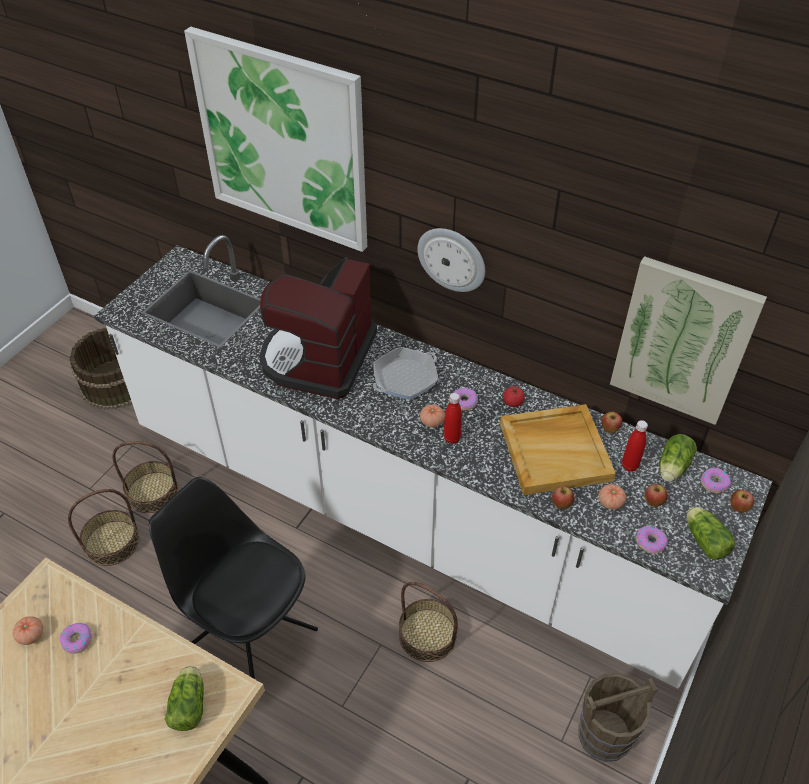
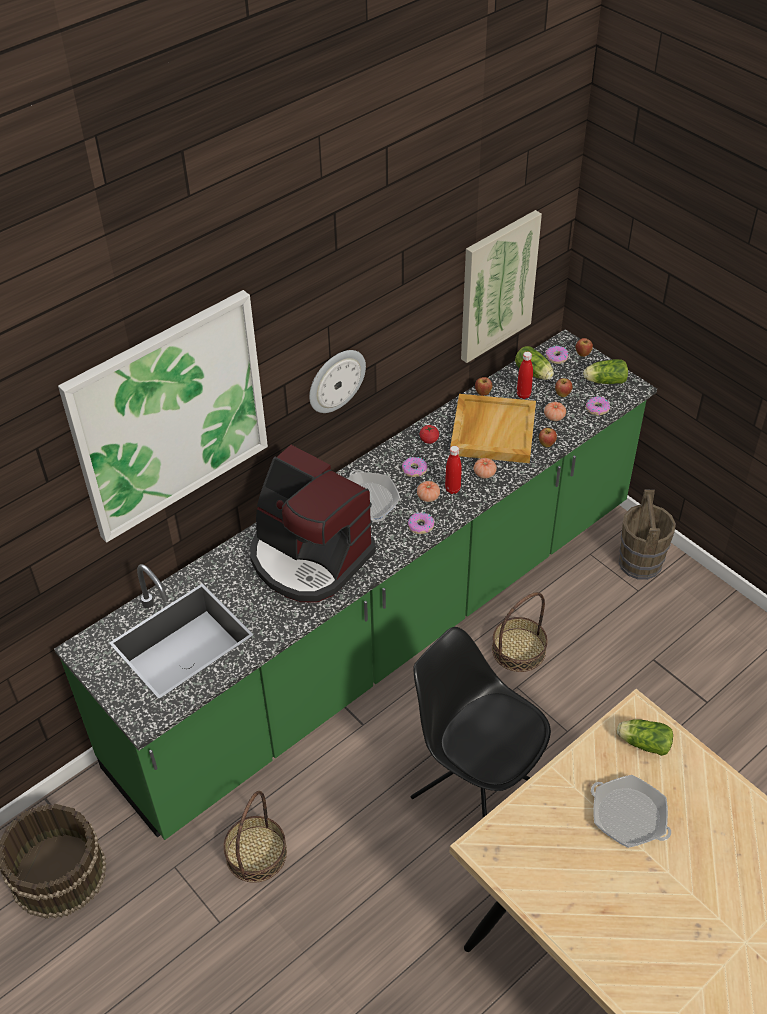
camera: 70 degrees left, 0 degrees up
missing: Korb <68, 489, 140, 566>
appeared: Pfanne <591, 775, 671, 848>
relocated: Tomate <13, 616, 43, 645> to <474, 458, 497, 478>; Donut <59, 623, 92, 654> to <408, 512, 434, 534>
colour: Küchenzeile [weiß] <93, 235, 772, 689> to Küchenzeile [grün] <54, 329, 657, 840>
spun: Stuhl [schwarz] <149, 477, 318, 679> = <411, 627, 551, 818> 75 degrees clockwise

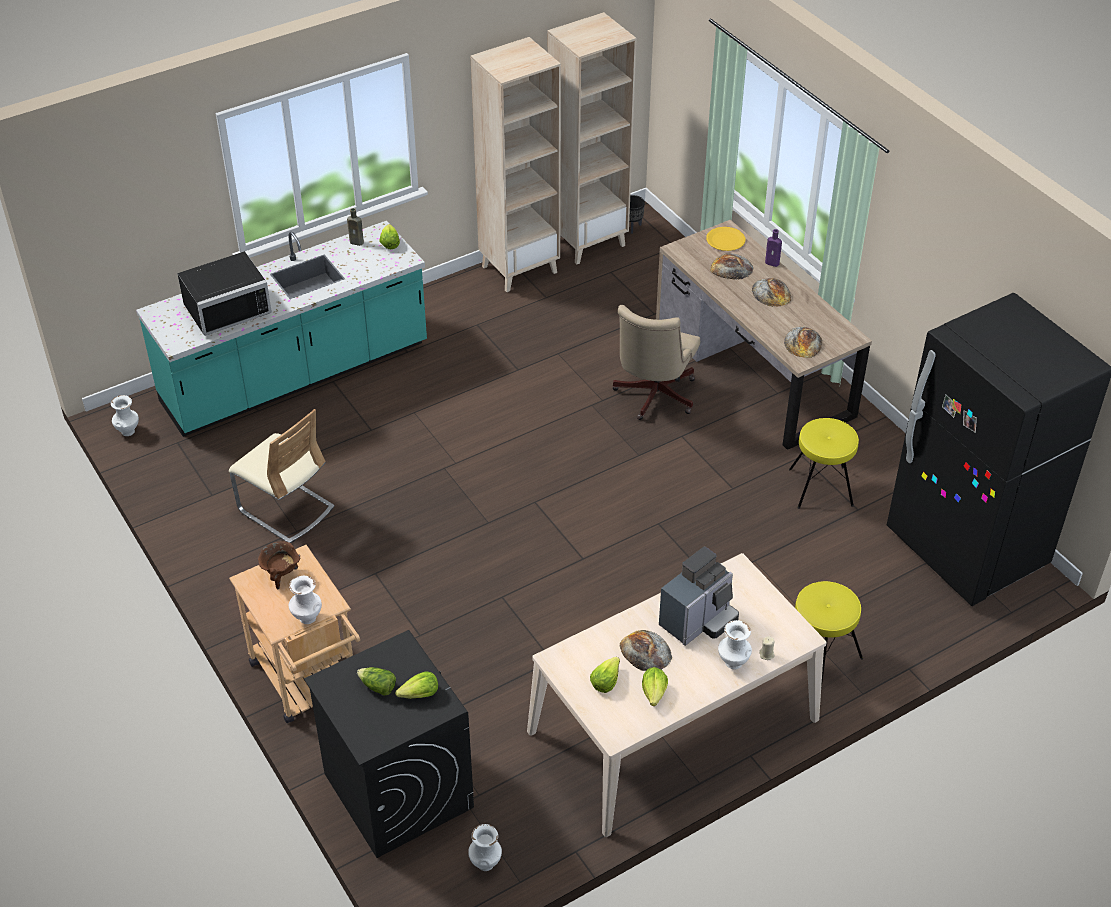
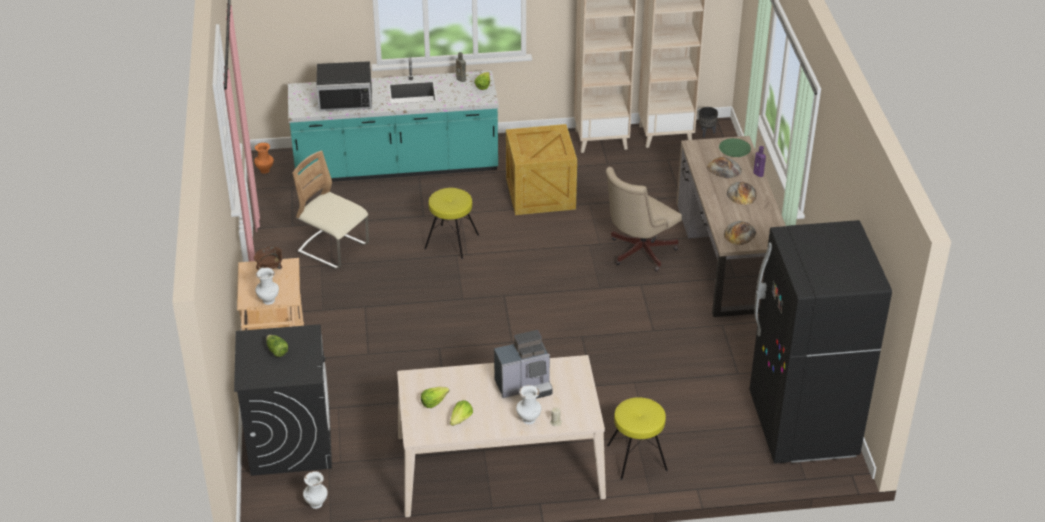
camera: 25 degrees right, 5 degrees down
missing: Salatkopf <396, 671, 438, 699>; Brot <620, 630, 672, 671>
appeared: Kiste <506, 124, 577, 215>
relocated: Hocker [gelb] <789, 418, 859, 509> to <424, 188, 479, 259>
colour: Vase [weiß] <111, 395, 139, 436> to Vase [orange] <254, 142, 274, 174>; Teller [gelb] <706, 227, 745, 251> to Teller [grün] <719, 138, 751, 157>
spun: Stuhl [beige] <229, 409, 334, 543> = <292, 151, 369, 269> 150 degrees clockwise

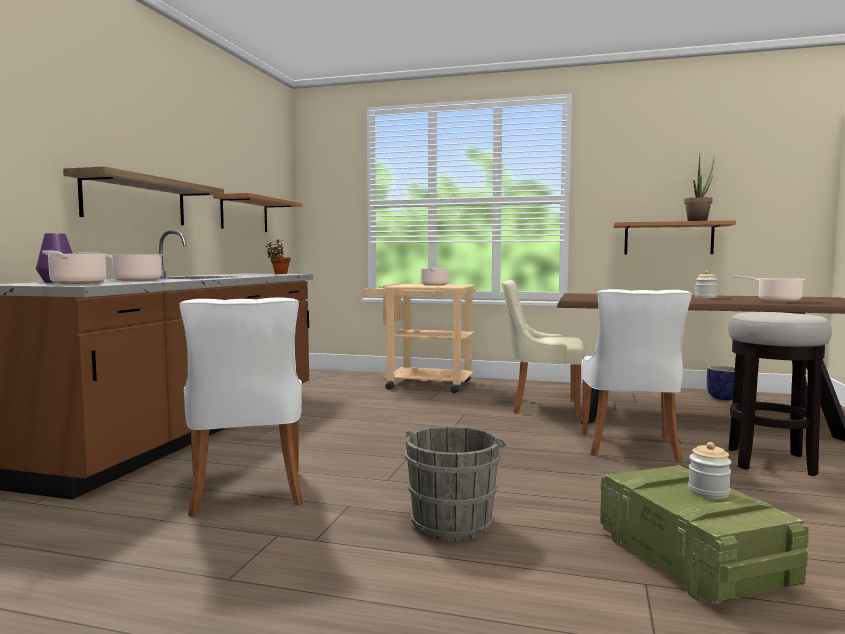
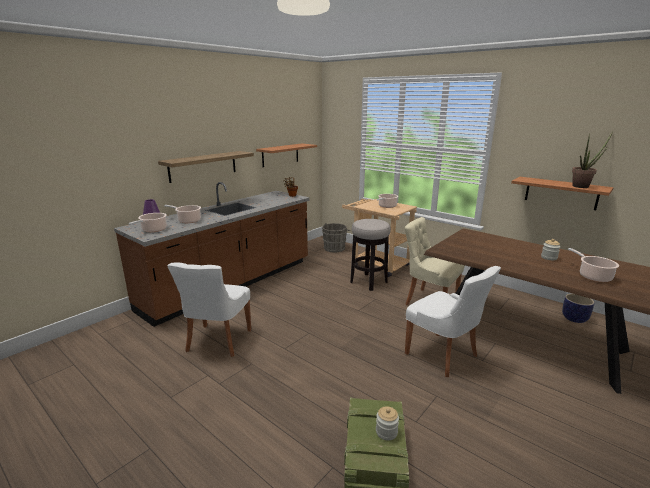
camera: 25 degrees right, 15 degrees up
relocated: Eimer [grau] <405, 426, 506, 541> to <322, 223, 350, 252>; Hocker <728, 312, 832, 476> to <350, 219, 391, 291>
spun: Stuhl [weiß] <581, 289, 692, 461> = <405, 266, 501, 377> 75 degrees counterclockwise

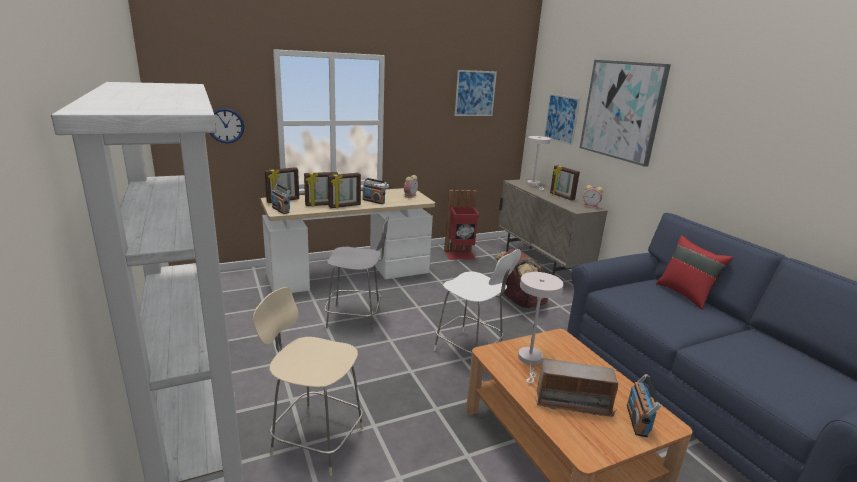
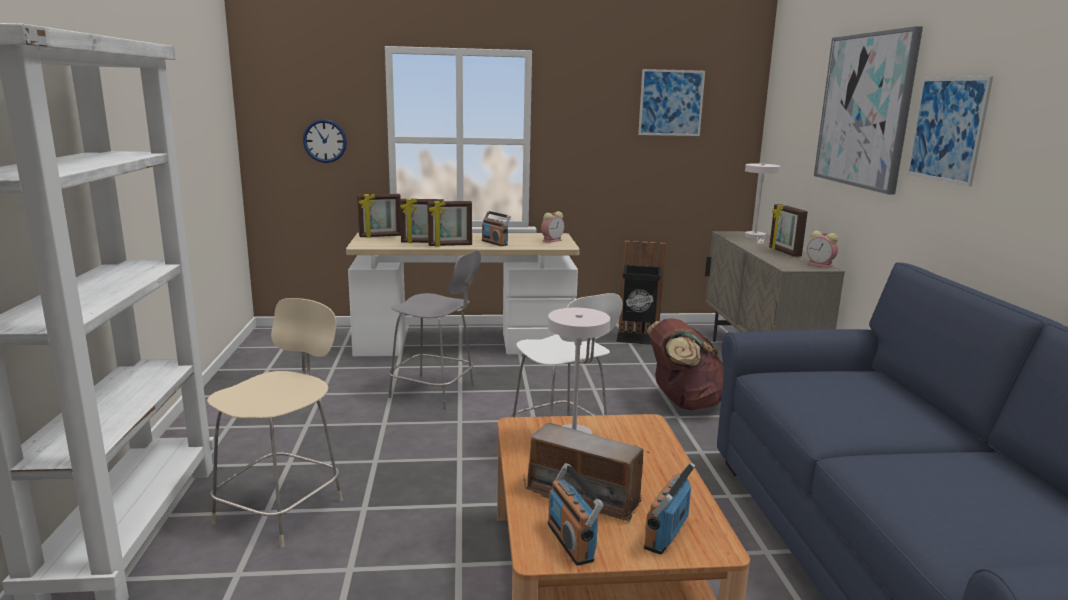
camera: 20 degrees right, 5 degrees down
missing: Kissen [rot] <656, 235, 733, 310>
relocated: Radio <271, 184, 291, 214> to <548, 463, 603, 566>; Bild <544, 93, 580, 146> to <907, 76, 993, 186>
colour: Mülleimer [rot] <444, 190, 480, 260> to Mülleimer [schwarz] <616, 240, 666, 345>
spun: Stuhl [beige] <253, 287, 363, 476> = <207, 298, 343, 548> 75 degrees clockwise

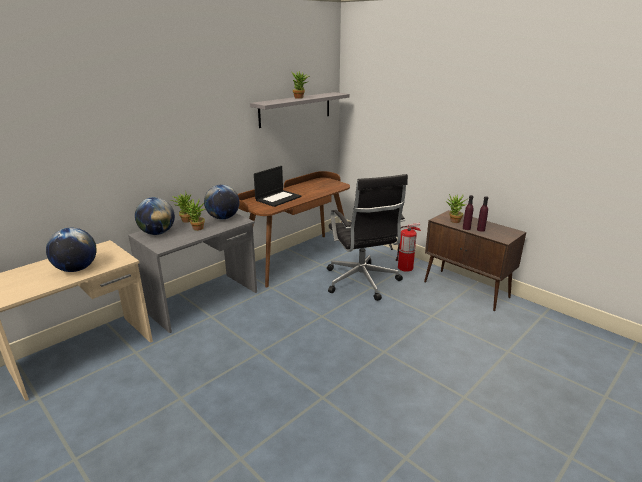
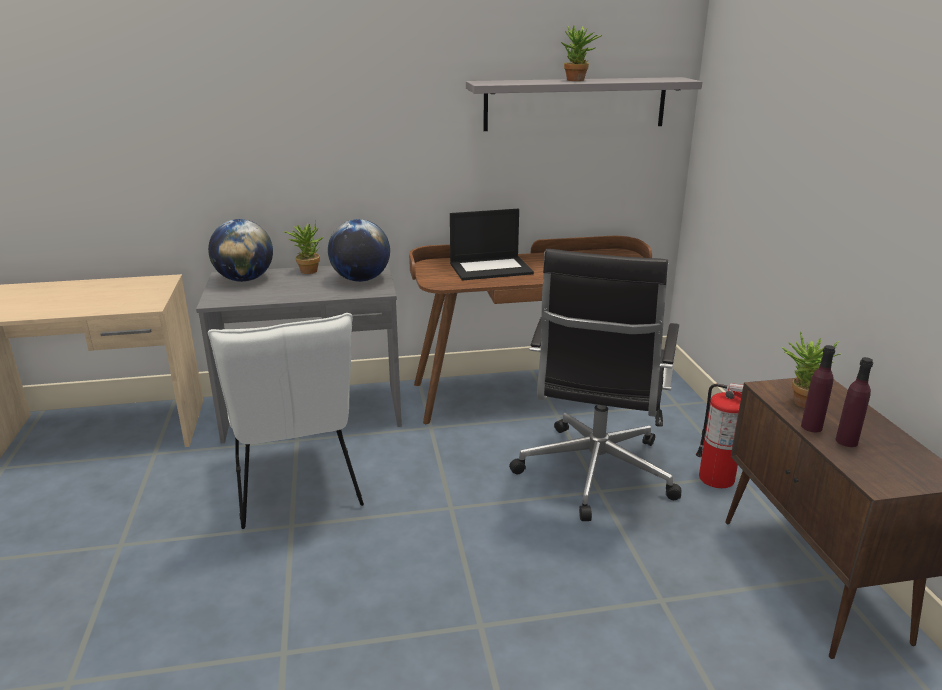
camera: 35 degrees right, 0 degrees up
missing: Globus <46, 228, 97, 272>; Topfpflanze <184, 199, 205, 231>
appeared: Stuhl [weiß] <208, 313, 364, 529>

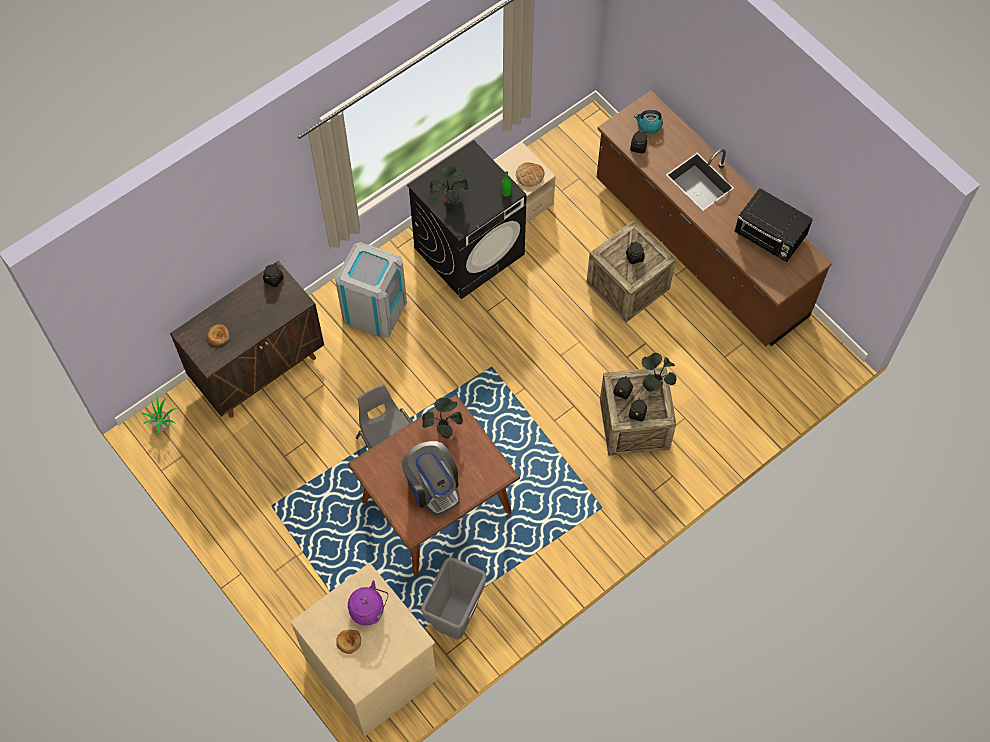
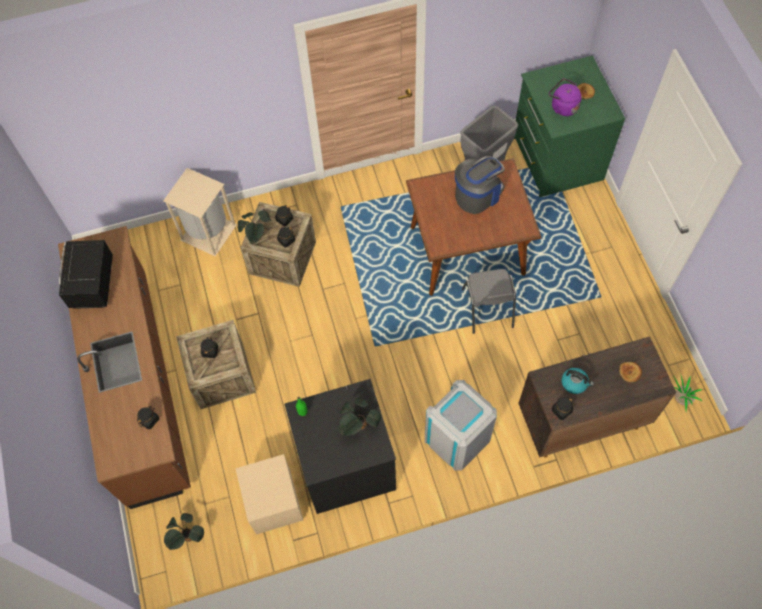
camera: 155 degrees left, 0 degrees up
missing: Brot <516, 163, 545, 187>
appeared: Mülleimer [beige] <163, 168, 237, 256>
relocated: Topfpflanze <422, 397, 463, 440> to <164, 513, 204, 550>; Wasserkessel <634, 110, 663, 134> to <562, 368, 594, 394>
colour: Kommode [beige] <290, 562, 437, 736> to Kommode [grün] <514, 56, 625, 197>
spun: Kaffeemaschine <402, 441, 460, 516> = <455, 156, 505, 214> 60 degrees clockwise; Mikrowelle [schwarz] <734, 188, 813, 262> = <59, 240, 113, 309> 150 degrees counterclockwise

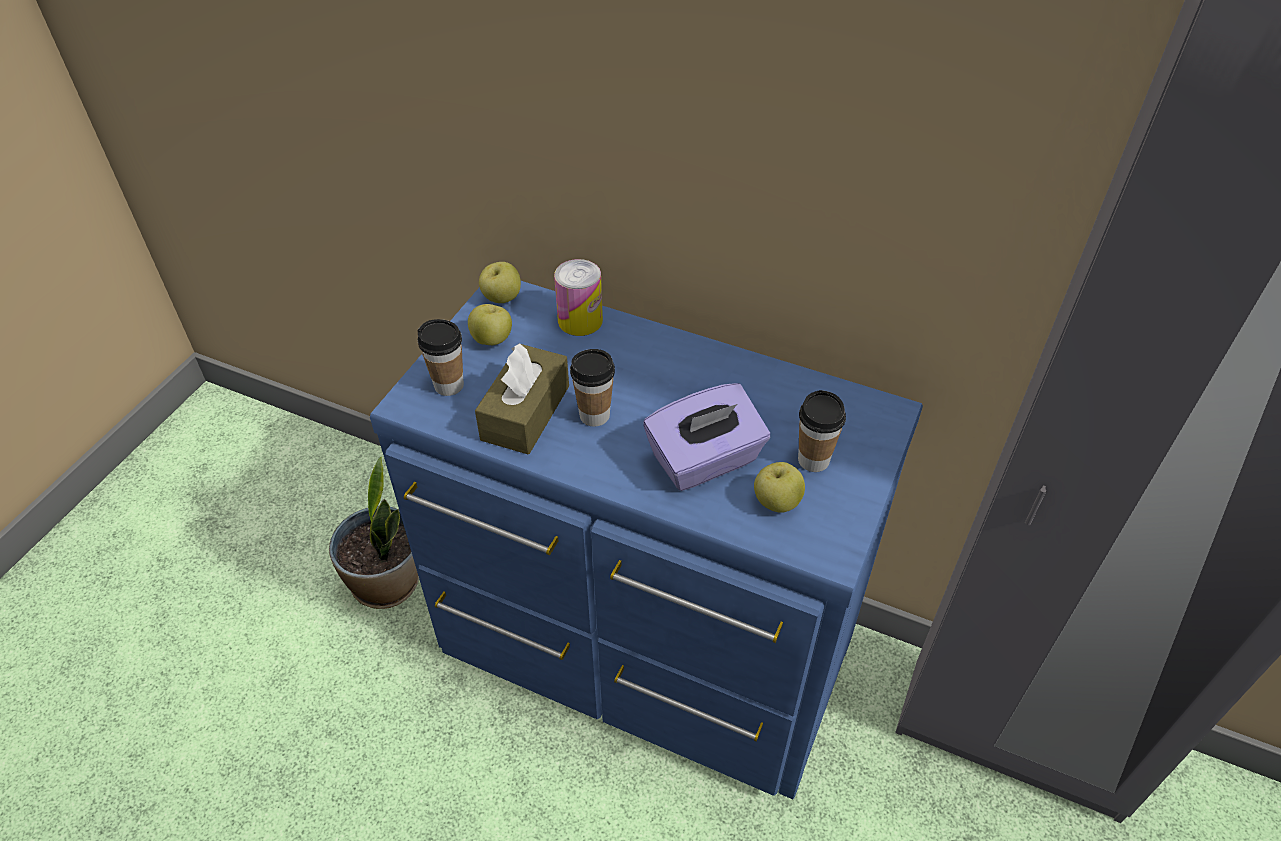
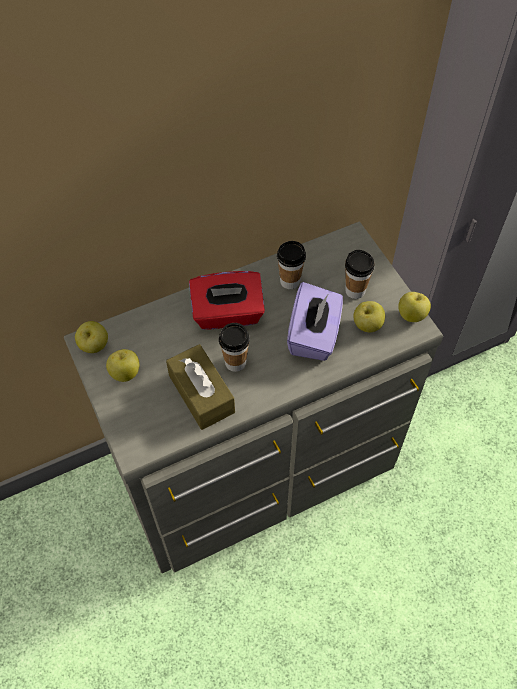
camera: 50 degrees left, 10 degrees up
missing: Topfpflanze <329, 457, 419, 609>; Dose <554, 259, 603, 336>
appeared: Taschentuchbox [rot] <189, 271, 265, 330>; Apfel <398, 292, 431, 322>
relocated: Tasse <418, 319, 464, 396> to <277, 241, 306, 289>
colour: Kommode [blau] <370, 281, 923, 799> to Kommode [grau] <64, 222, 443, 573>

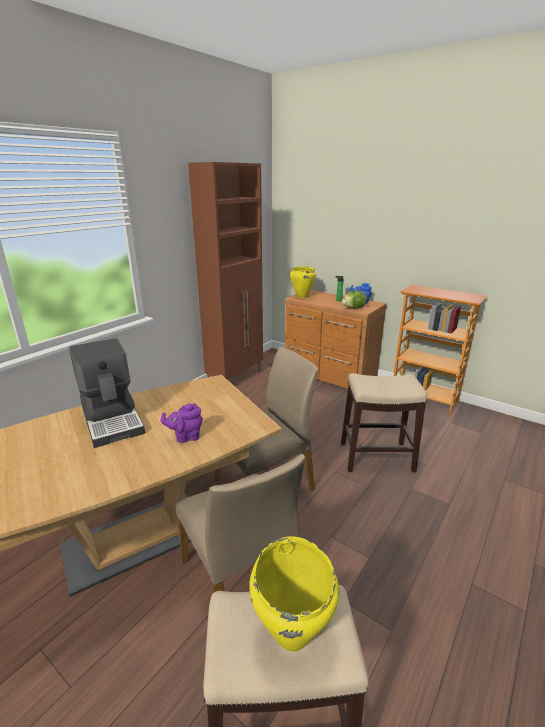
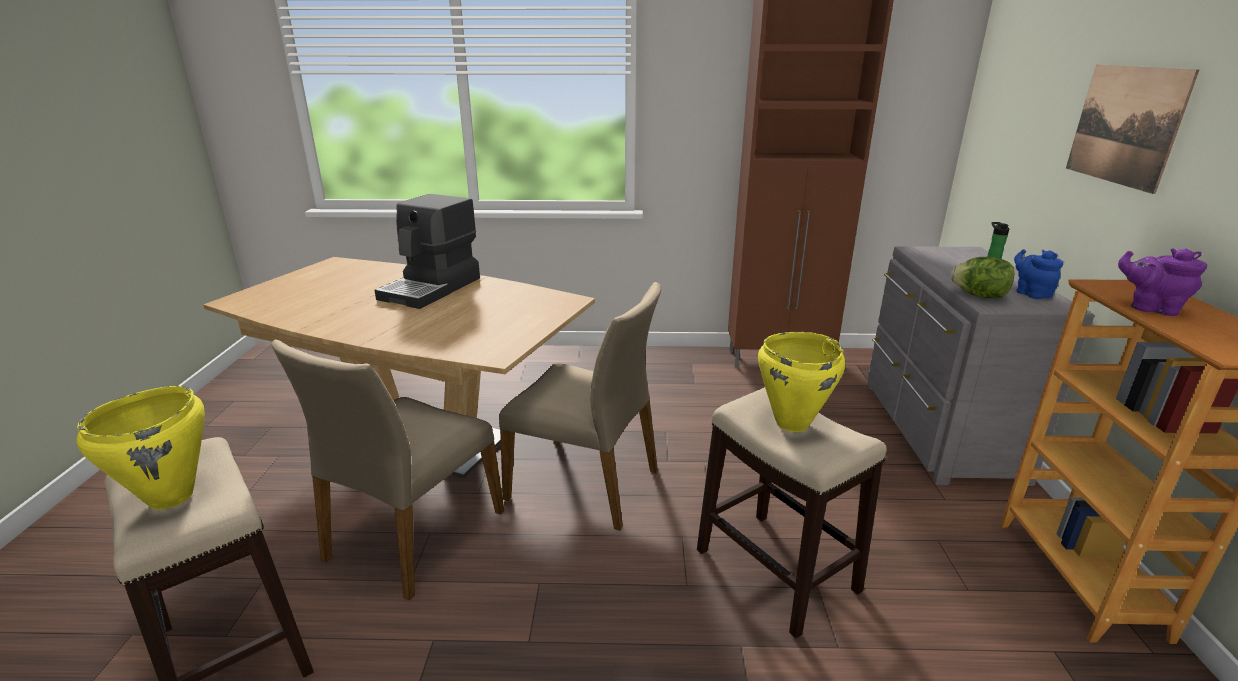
camera: 55 degrees right, 0 degrees up
appeared: Bild <1066, 65, 1199, 194>
relocated: Teekanne [lila] <161, 403, 203, 443> to <1118, 248, 1207, 316>; Kochtopf [gelb] <290, 266, 316, 298> to <758, 332, 845, 432>
colour: Kommode [braun] <285, 290, 387, 389> to Kommode [grau] <867, 246, 1094, 486>

